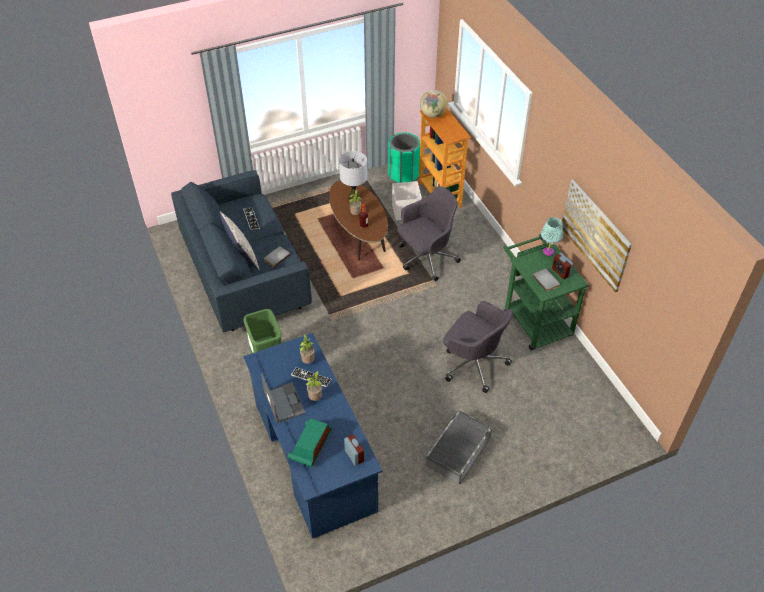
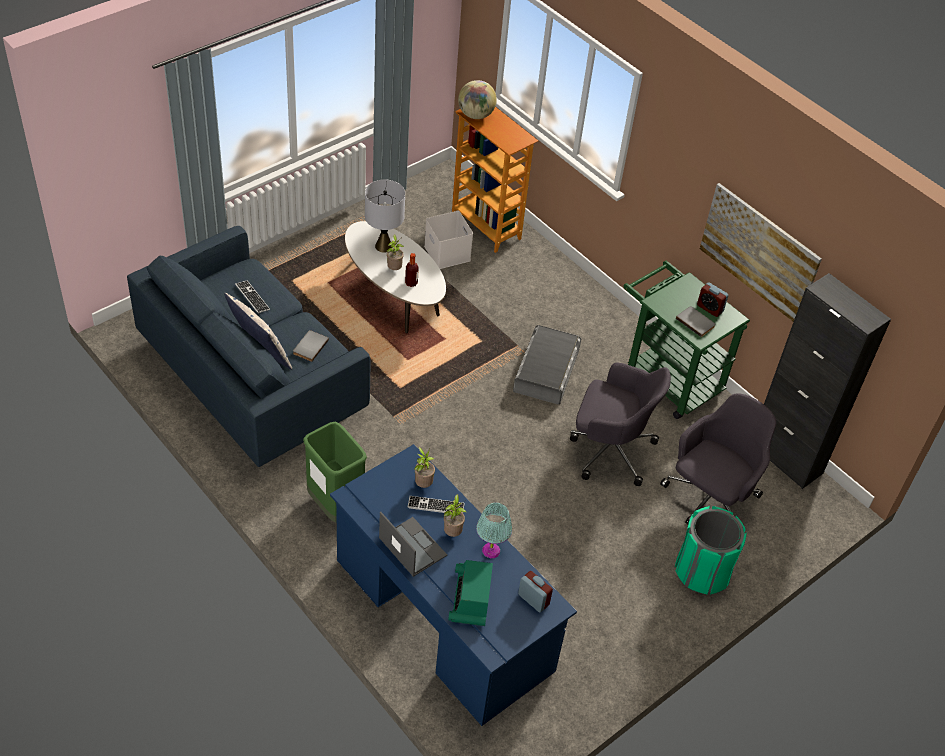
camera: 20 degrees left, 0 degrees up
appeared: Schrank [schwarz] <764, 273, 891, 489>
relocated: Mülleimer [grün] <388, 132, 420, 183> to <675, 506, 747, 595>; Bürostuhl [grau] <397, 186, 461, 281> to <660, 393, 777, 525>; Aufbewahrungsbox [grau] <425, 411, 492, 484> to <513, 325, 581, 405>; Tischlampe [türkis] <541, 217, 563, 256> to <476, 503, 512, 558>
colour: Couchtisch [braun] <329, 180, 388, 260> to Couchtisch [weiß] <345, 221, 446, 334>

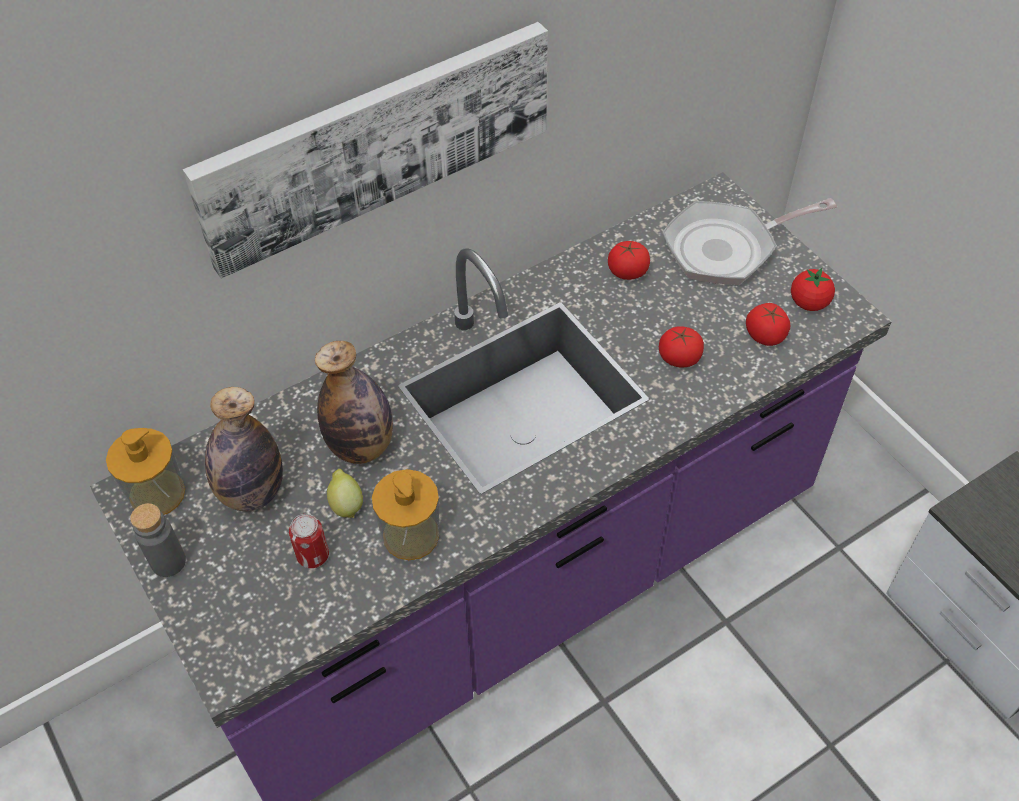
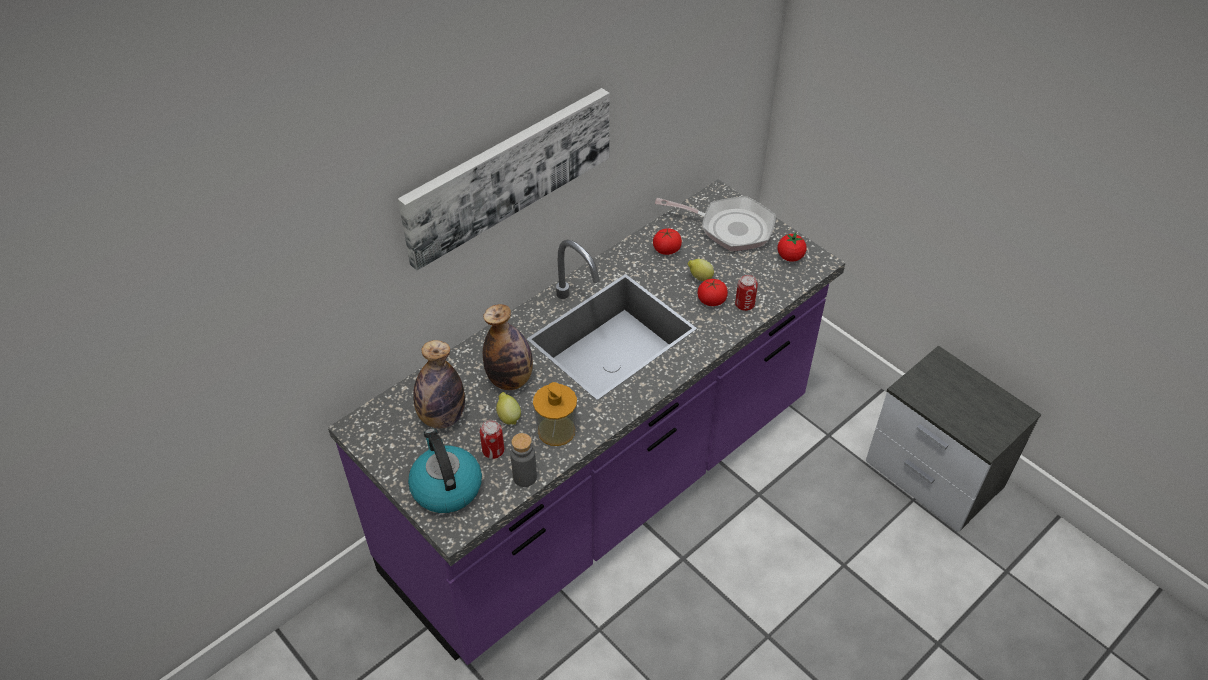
camera: 10 degrees left, 5 degrees down
missing: Seifenspender <106, 428, 185, 515>; Tomate <746, 303, 790, 346>
appeared: Wasserkessel <408, 428, 482, 513>; Zitrone <688, 259, 714, 281>; Dose <735, 274, 758, 311>
relocated: Flasche [grau] <130, 503, 186, 577> to <510, 433, 537, 487>
spun: Pfanne <662, 198, 837, 285> = <655, 196, 776, 251> 135 degrees counterclockwise

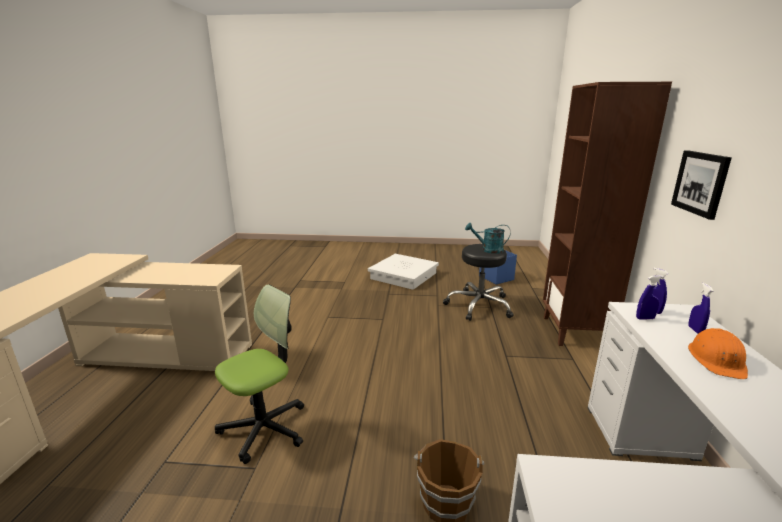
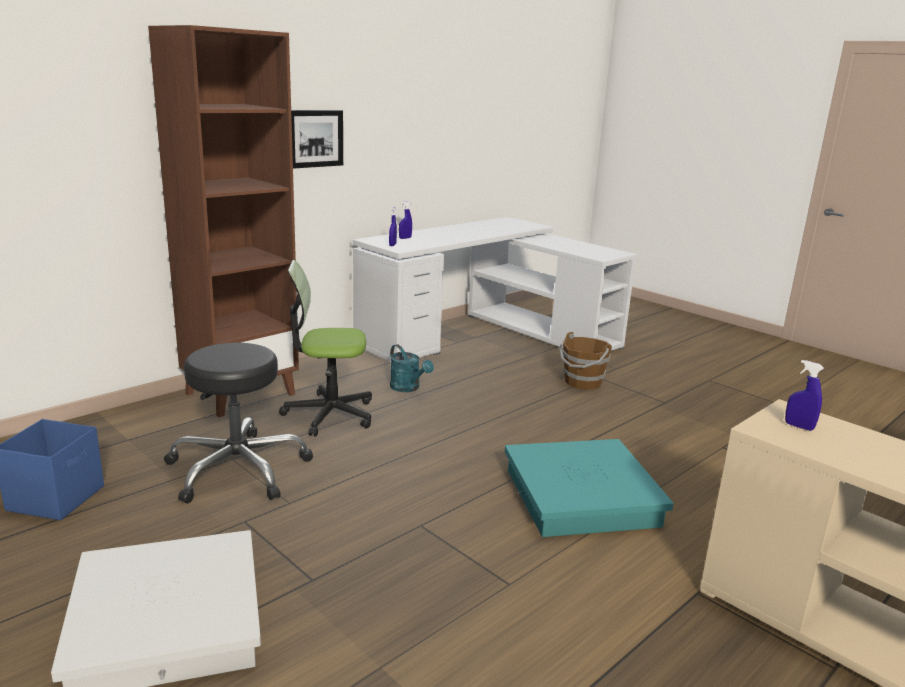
camera: 140 degrees left, 0 degrees up
missing: Schutzhelm [orange] <688, 328, 748, 379>
appeared: Aufbewahrungsbox [türkis] <505, 439, 674, 537>
relocated: Bürostuhl <215, 284, 304, 464> to <279, 260, 372, 436>; Gießkanne [türkis] <465, 223, 511, 254> to <390, 344, 434, 392>; Sprühflasche [blau] <636, 276, 663, 320> to <785, 360, 824, 431>

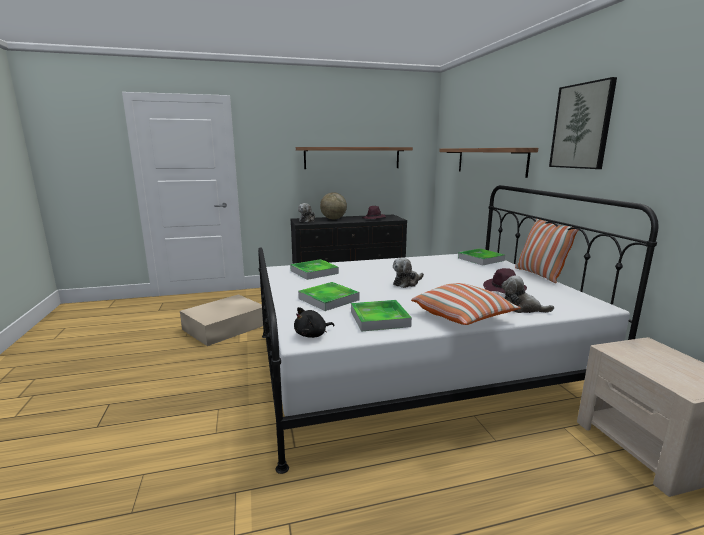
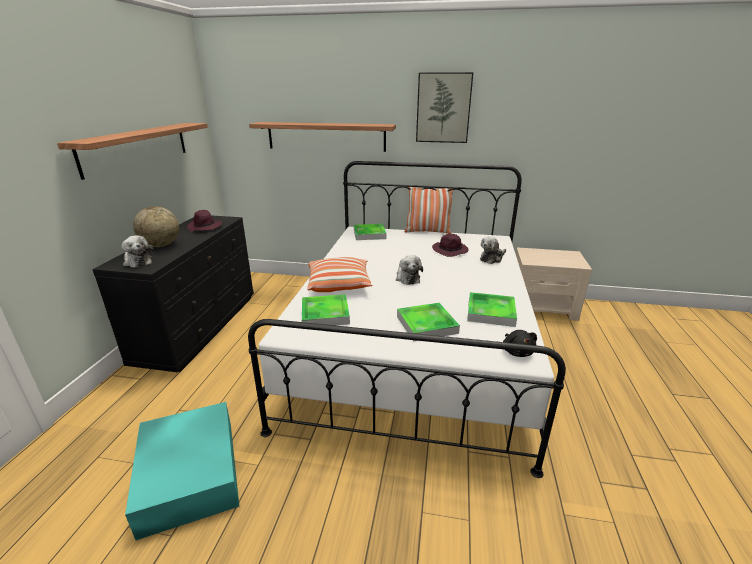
camera: 65 degrees left, 10 degrees up
relocated: Kissen <411, 283, 520, 325> to <307, 257, 372, 292>
colour: Aufbewahrungsbox [beige] <180, 294, 263, 346> to Aufbewahrungsbox [türkis] <125, 402, 239, 540>

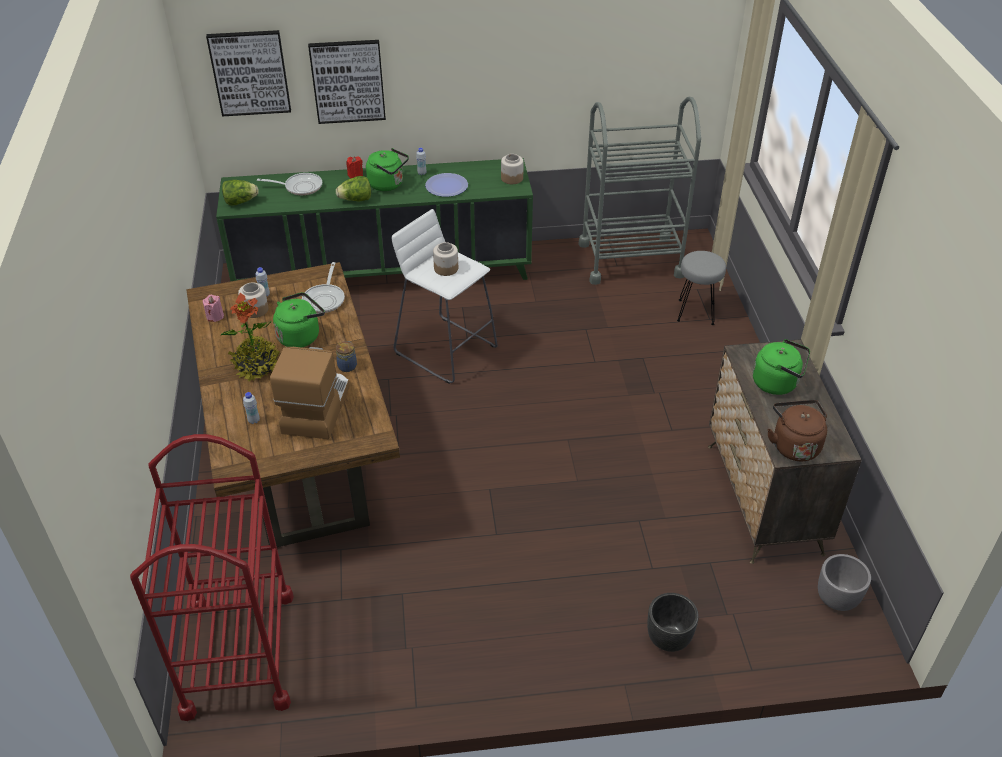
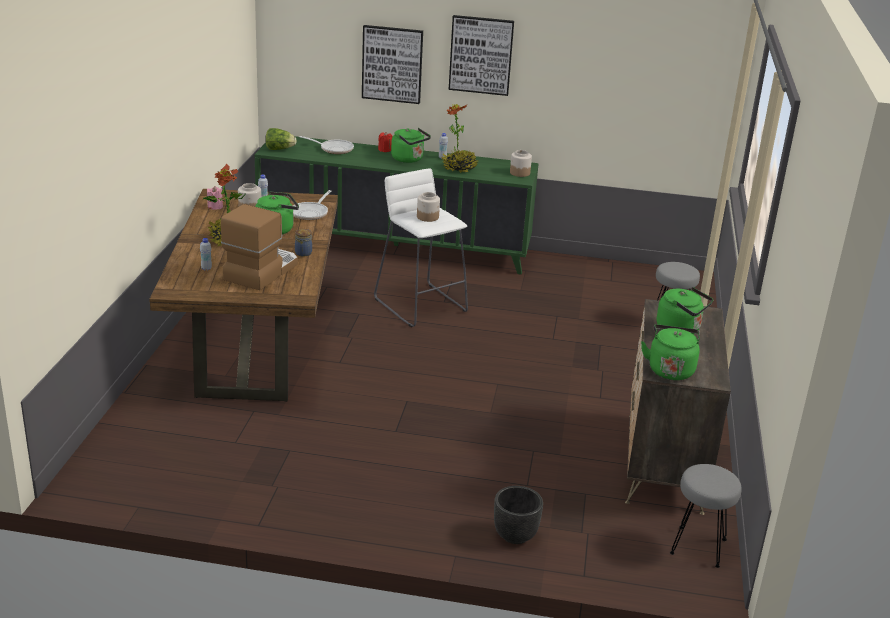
camera: 15 degrees right, 15 degrees down
missing: Rollwagen [rot] <130, 434, 294, 721>; Salatkopf <336, 176, 371, 202>; Rollwagen [grau] <579, 97, 701, 285>
relocated: Bild <206, 30, 291, 117> to <449, 15, 514, 96>
exchanged: Teller <425, 173, 468, 197> to Topfpflanze <441, 105, 478, 173>; Pflanzkübel [grau] <818, 554, 871, 611> to Hocker [grau] <670, 464, 741, 568>
colour: Wasserkessel [braun] <767, 400, 827, 461> to Wasserkessel [grün] <641, 324, 700, 380>

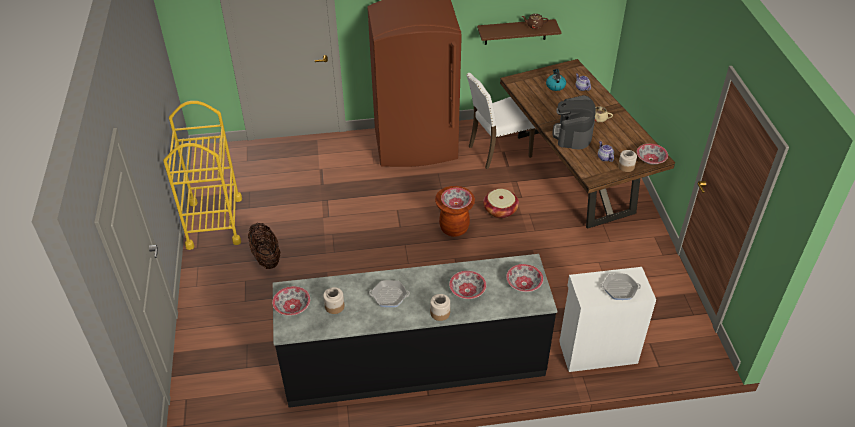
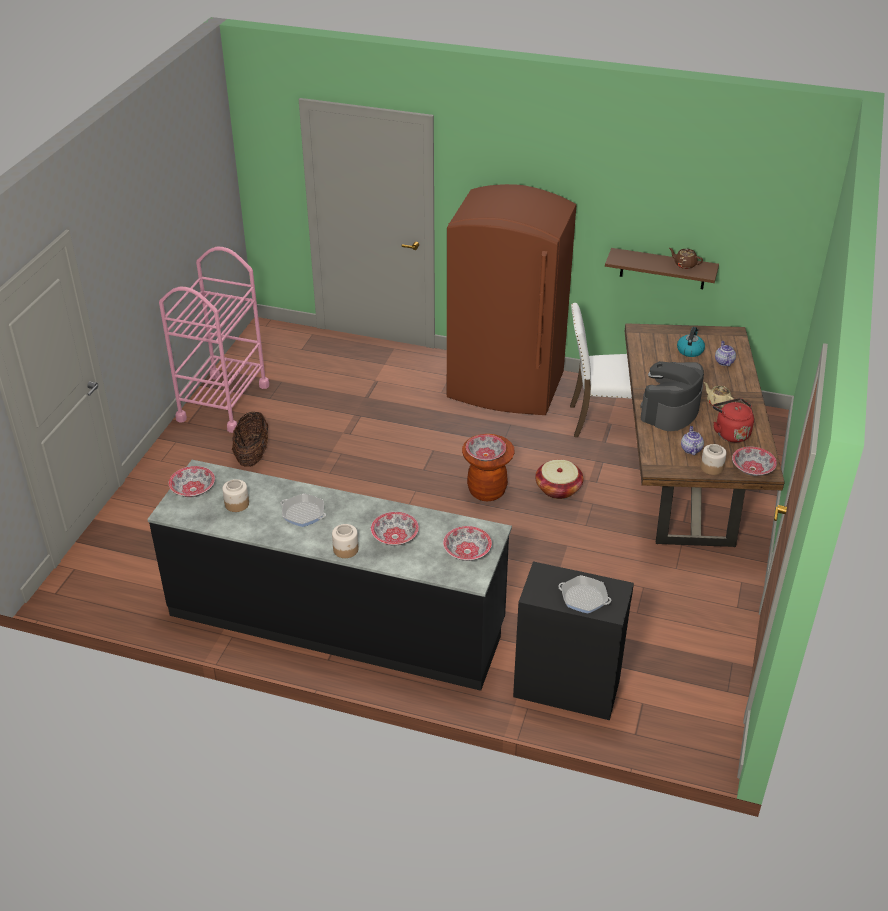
camera: 25 degrees right, 5 degrees down
appeared: Wasserkessel [rot] <713, 398, 754, 443>
colour: Rollwagen [gelb] <163, 101, 242, 250> to Rollwagen [rosa] <159, 247, 269, 433>; Schrank [weiß] <559, 267, 656, 372> to Schrank [schwarz] <513, 561, 634, 720>

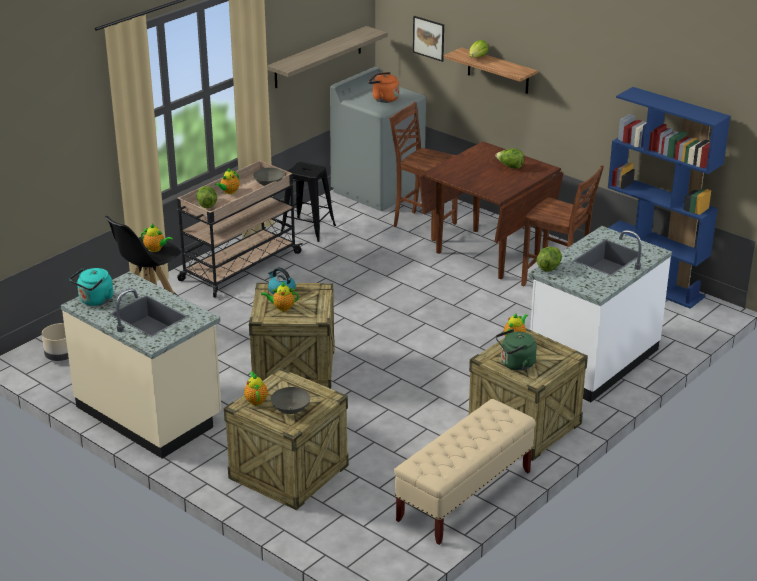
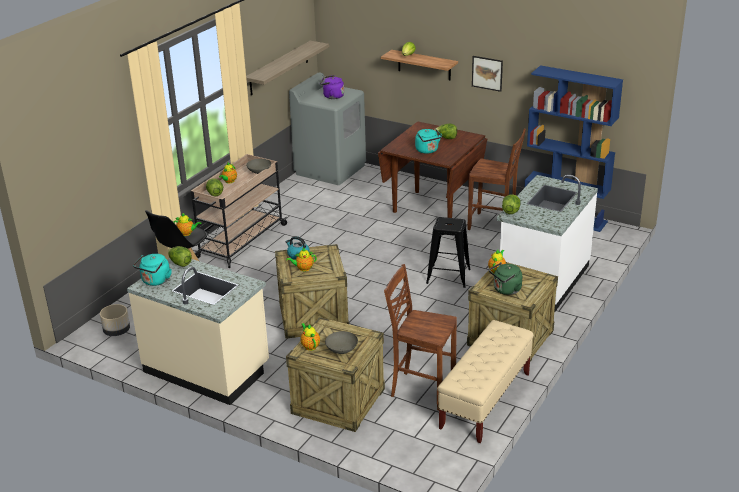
camera: 10 degrees left, 0 degrees up
appeared: Salatkopf <168, 246, 192, 267>; Wasserkessel [türkis] <415, 129, 442, 154>
relocated: Hocker [schwarz] <281, 162, 336, 242> to <426, 217, 471, 288>; Stuhl [braun] <389, 102, 458, 241> to <384, 264, 457, 411>; Bild <413, 16, 444, 62> to <472, 56, 503, 92>
colour: Wasserkessel [orange] <368, 72, 399, 103> to Wasserkessel [lila] <320, 75, 344, 99>

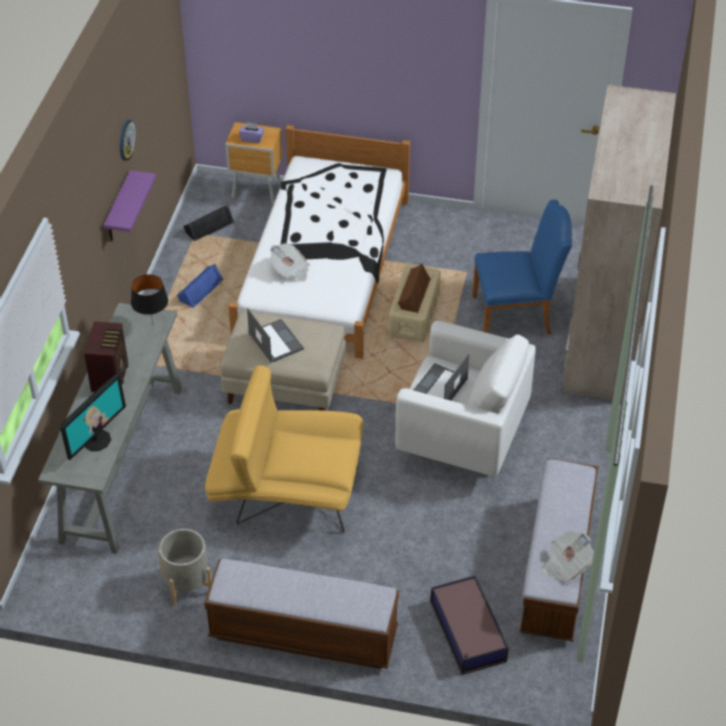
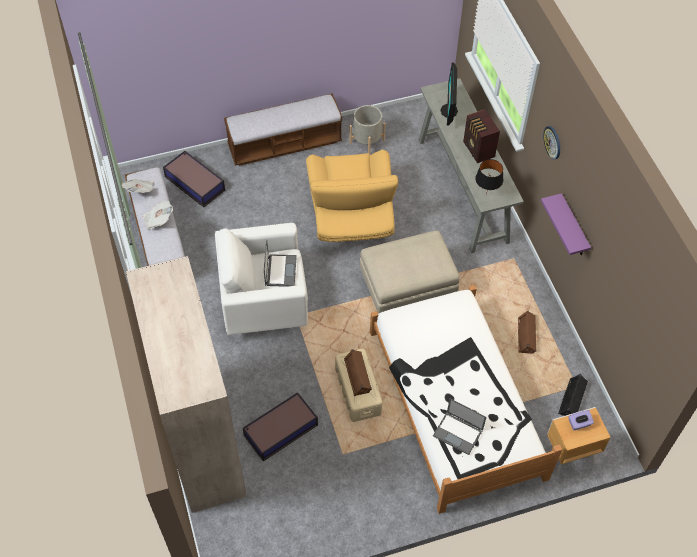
camera: 150 degrees right, 10 degrees up
relocated: Wanduhr <120, 120, 136, 161> to <543, 126, 560, 159>; Laptop <247, 308, 304, 363> to <433, 398, 486, 455>; Zeitung <270, 243, 310, 282> to <143, 201, 173, 229>
exchanged: Stuhl [blau] <472, 200, 572, 334> to Aufbewahrungsbox <243, 392, 318, 462>
colour: Lautsprecher [blau] <177, 264, 223, 308> to Lautsprecher [braun] <518, 310, 537, 354>
spun: Sessel [gelb] <205, 365, 363, 532> = <306, 150, 398, 242> 105 degrees clockwise

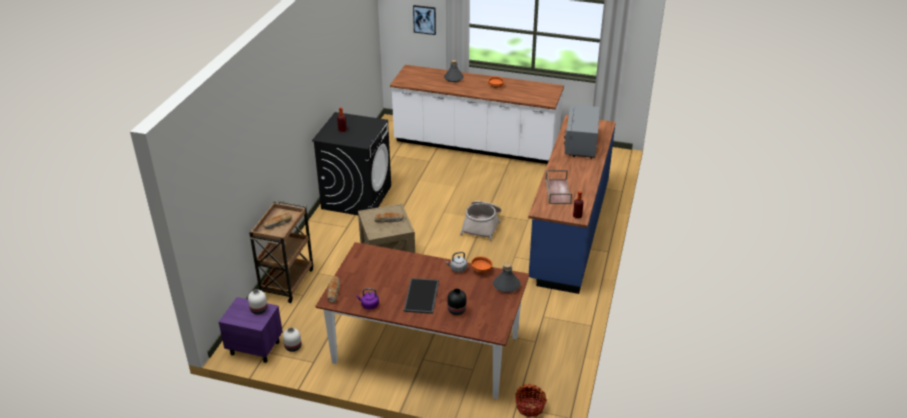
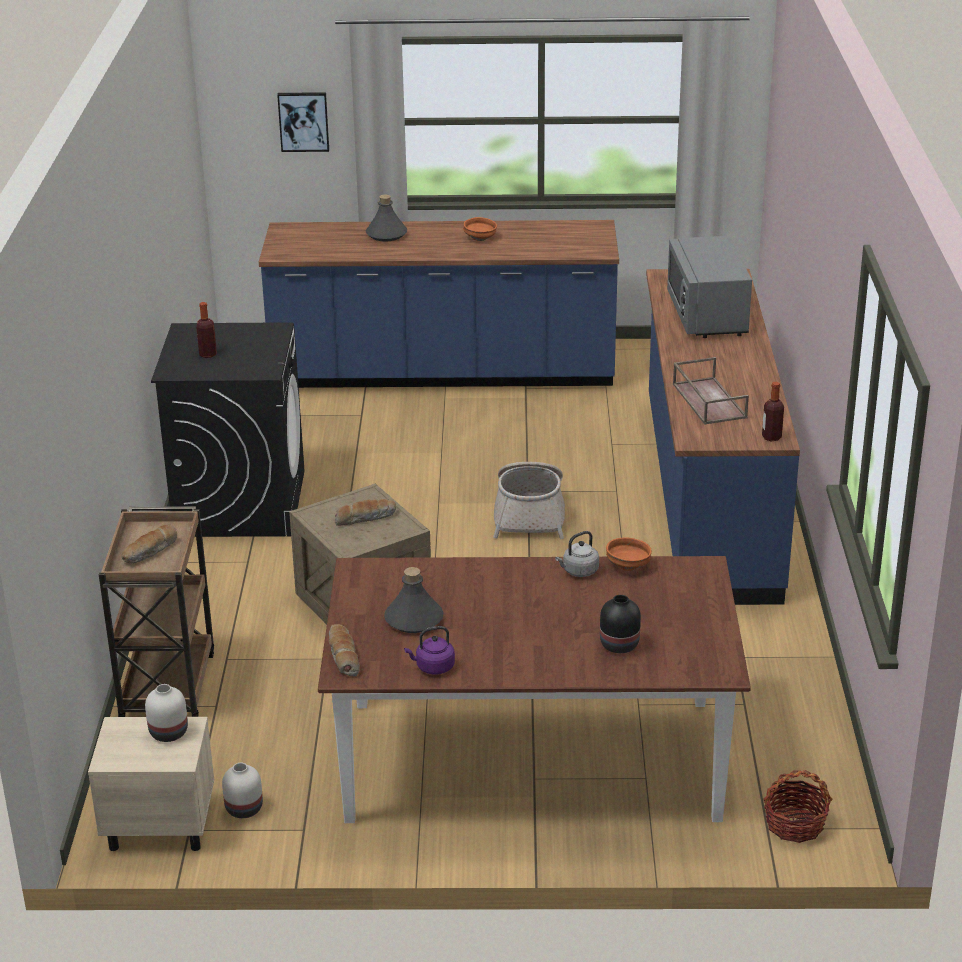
camera: 15 degrees left, 5 degrees down
missing: Tablett <404, 278, 439, 314>
relocated: Flasche [grau] <493, 263, 520, 293> to <384, 567, 443, 633>
colour: Nachttisch [lila] <219, 297, 283, 363> to Nachttisch [beige] <88, 717, 214, 851>; Küchenzeile [weiß] <390, 65, 564, 164> to Küchenzeile [blau] <259, 220, 619, 388>

